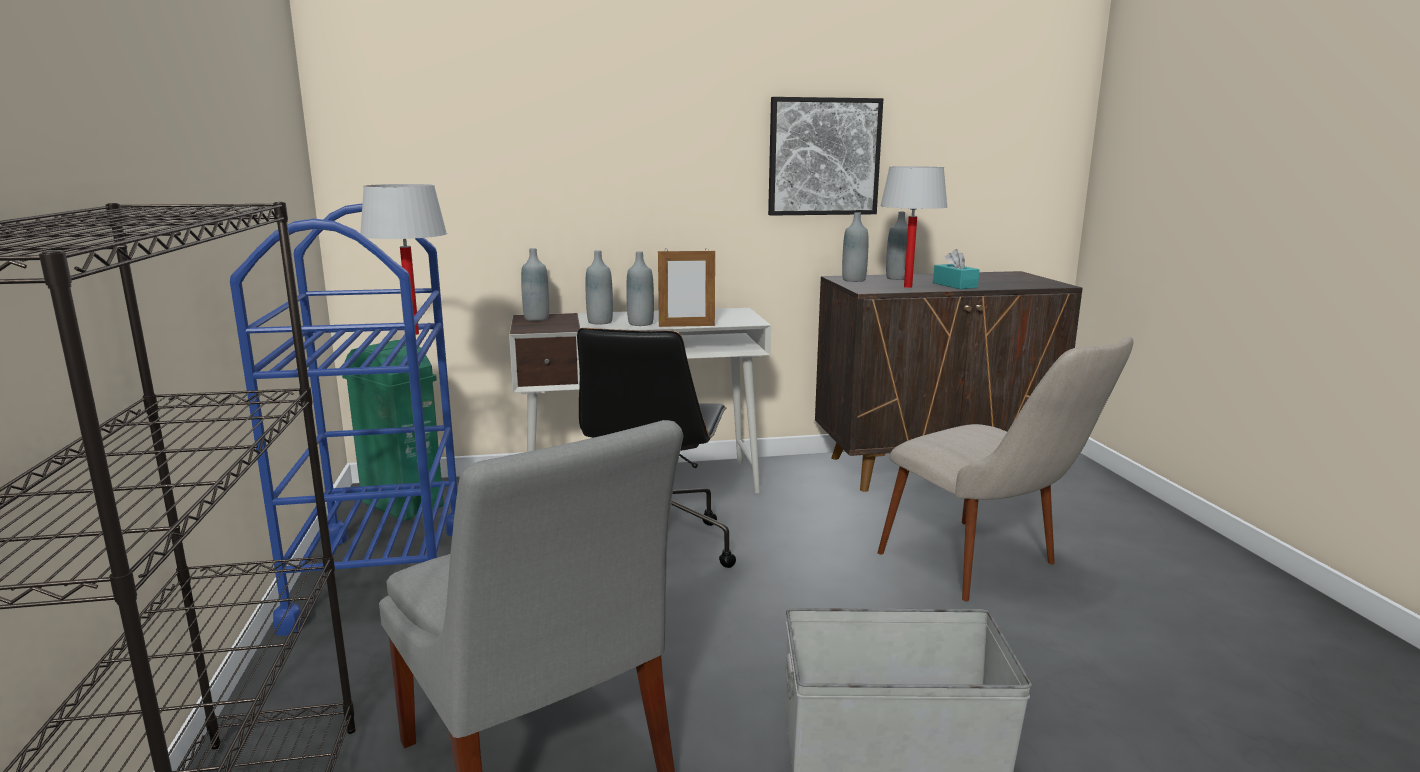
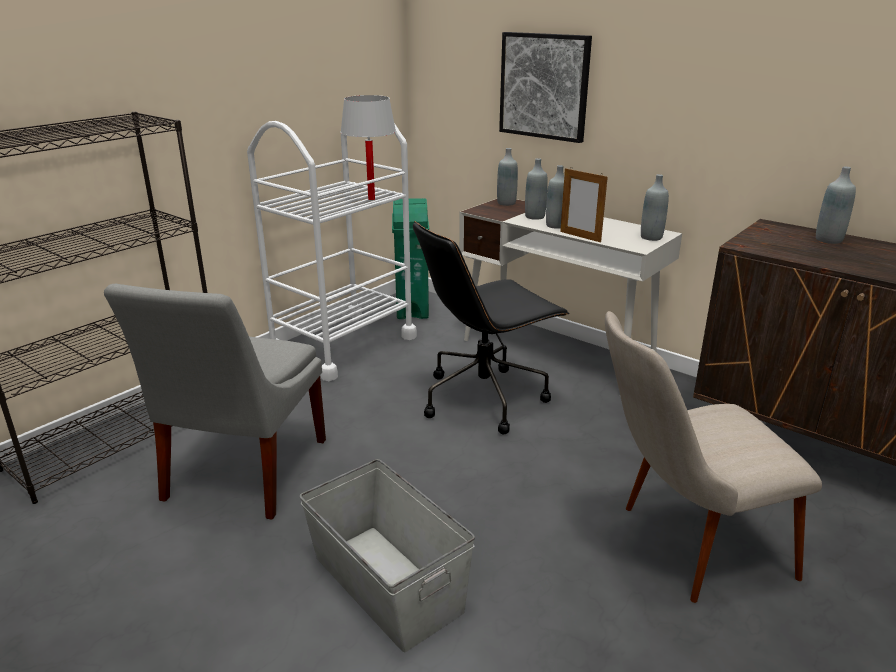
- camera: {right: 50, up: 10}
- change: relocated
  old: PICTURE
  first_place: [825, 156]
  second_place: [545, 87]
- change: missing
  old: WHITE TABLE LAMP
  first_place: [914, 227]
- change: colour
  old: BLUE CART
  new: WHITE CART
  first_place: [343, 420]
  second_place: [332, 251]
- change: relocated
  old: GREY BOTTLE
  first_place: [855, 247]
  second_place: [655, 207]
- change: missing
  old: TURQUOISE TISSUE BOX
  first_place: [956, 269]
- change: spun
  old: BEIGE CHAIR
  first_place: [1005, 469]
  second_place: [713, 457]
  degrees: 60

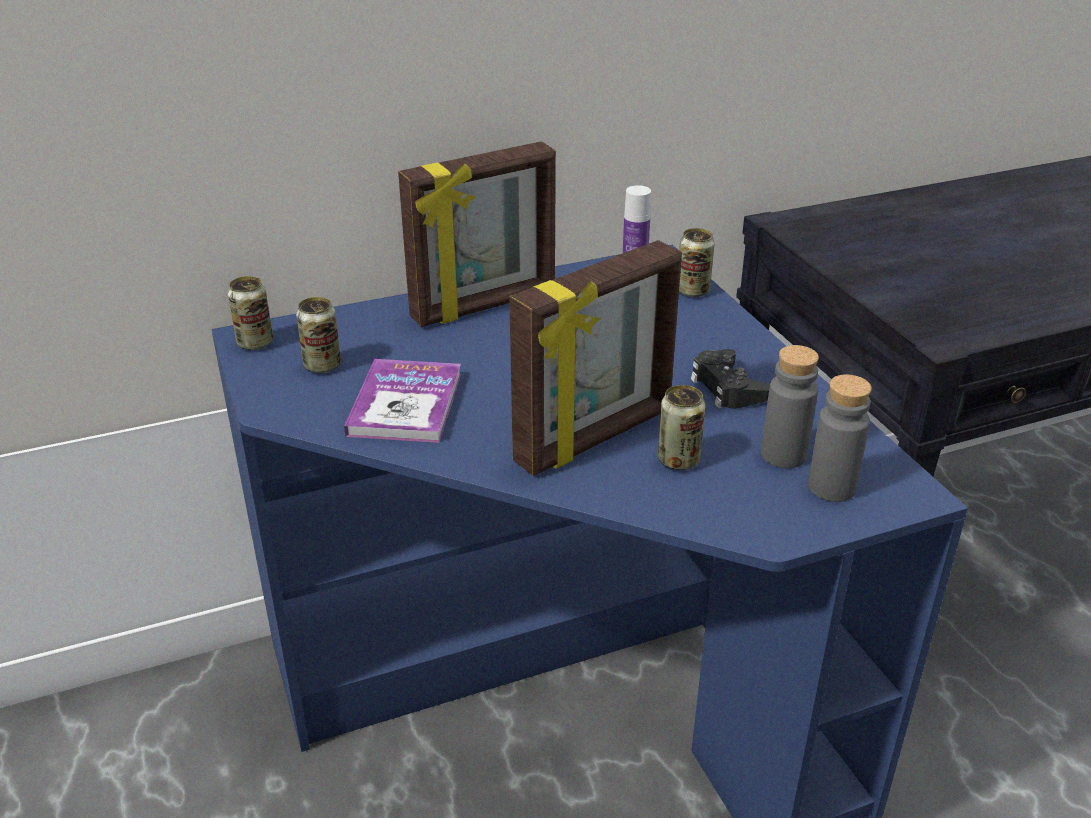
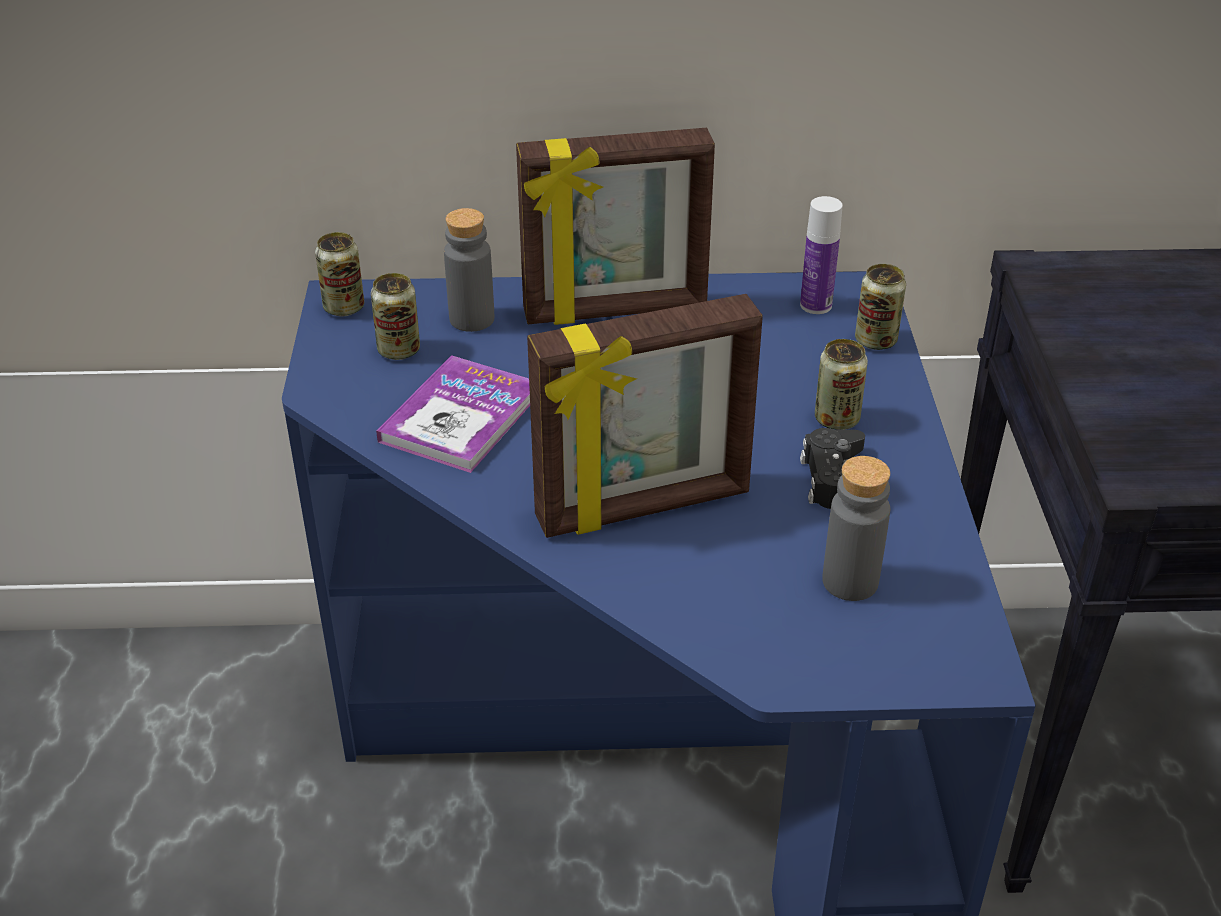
- camera: {right: 20, up: 5}
- change: relocated
  old: GREY BOTTLE
  first_place: [840, 438]
  second_place: [469, 270]
- change: relocated
  old: CAN
  first_place: [681, 427]
  second_place: [841, 384]

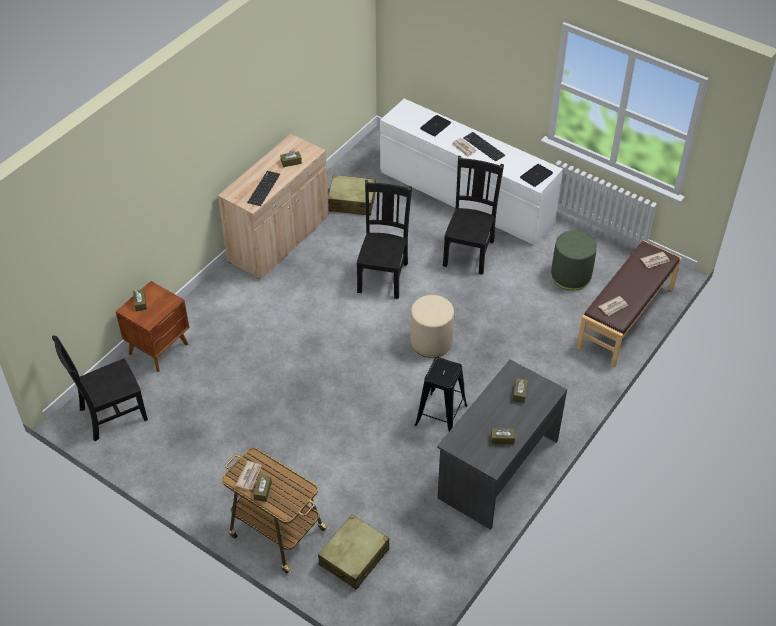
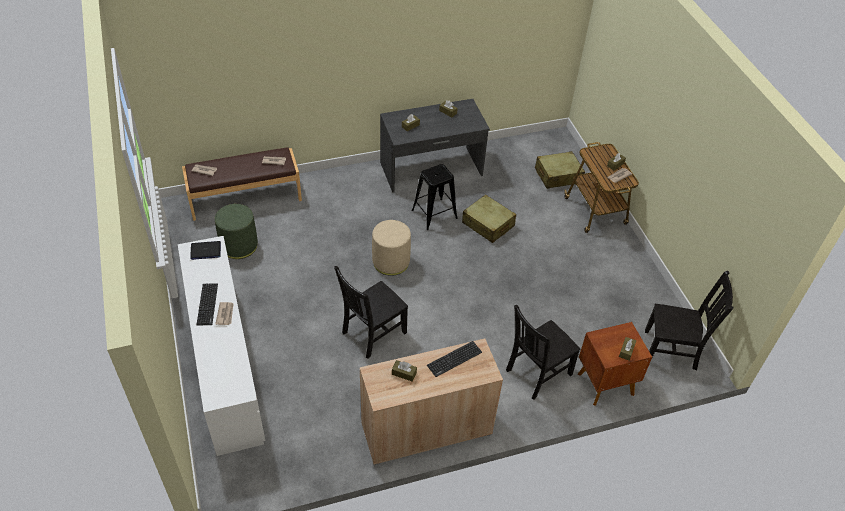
- camera: {right: -145, up: 0}
- change: missing
  old: LAPTOP
  first_place: [435, 125]
- change: relocated
  old: BLACK CHAIR
  first_place: [473, 215]
  second_place: [543, 352]
- change: relocated
  old: BEIGE SUITCASE
  first_place: [352, 195]
  second_place: [489, 218]

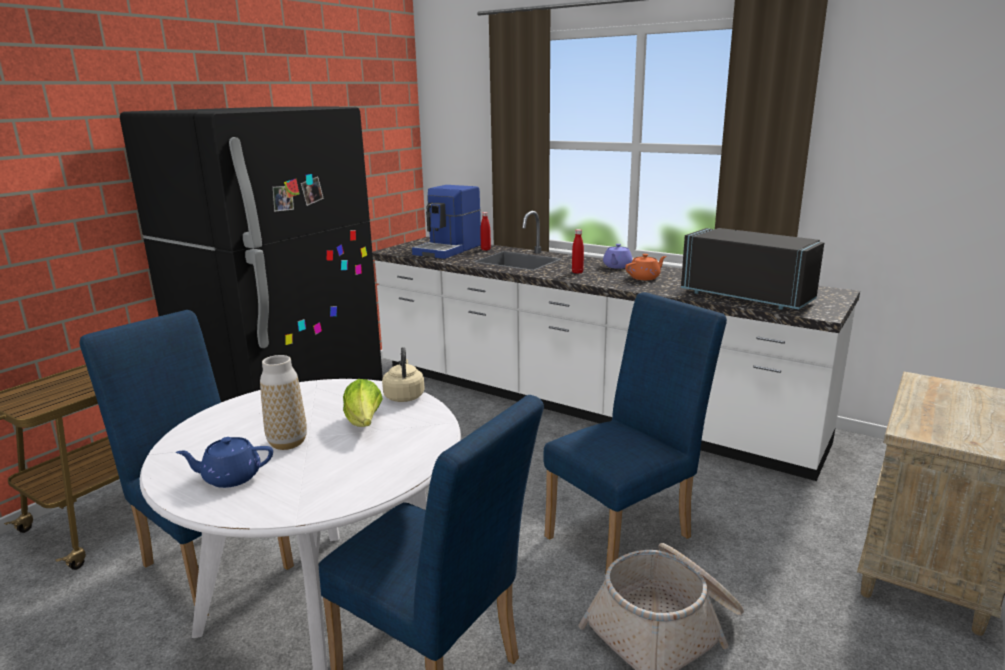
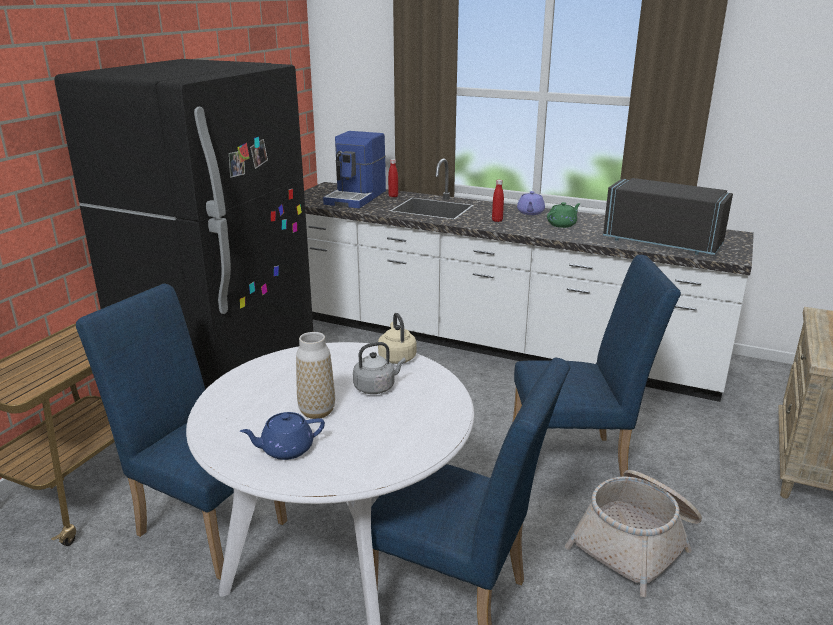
- camera: {right: -10, up: 5}
- change: colour
  old: ORANGE TEAPOT
  new: GREEN TEAPOT
  first_place: [645, 267]
  second_place: [564, 215]
- change: spun
  old: BLUE CHAIR
  first_place: [635, 433]
  second_place: [596, 366]
  degrees: 45
- change: exchanged
  old: LETTUCE
  new: GREY KETTLE
  first_place: [363, 403]
  second_place: [379, 368]

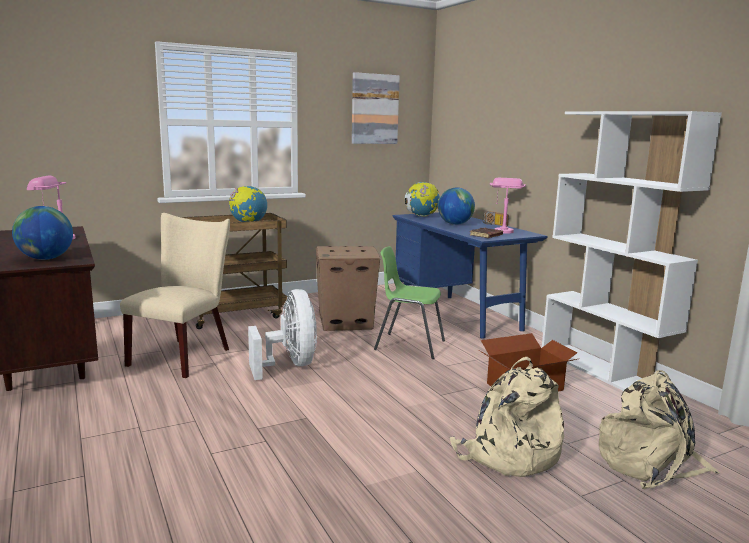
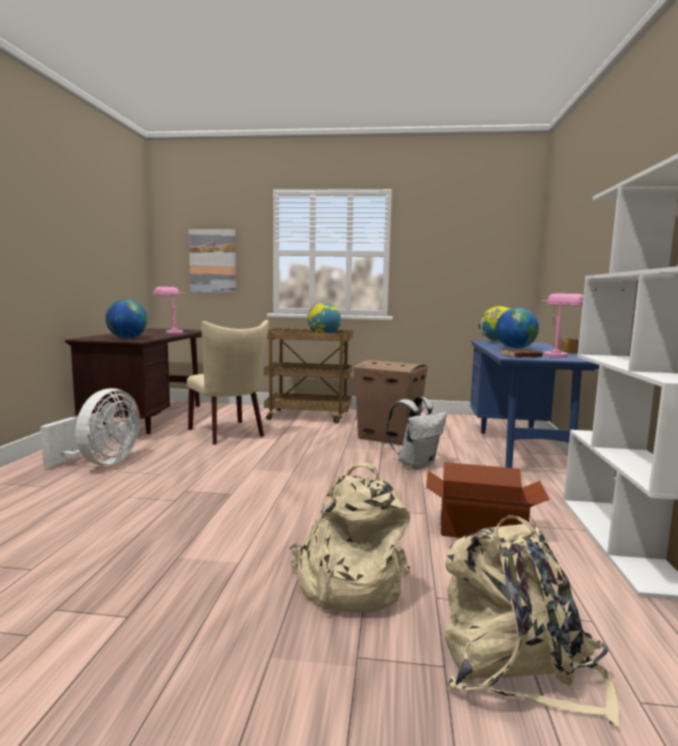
- camera: {right: 35, up: -5}
- change: relocated
  old: PICTURE
  first_place: [376, 108]
  second_place: [212, 261]
- change: spun
  old: BEIGE CHAIR
  first_place: [175, 295]
  second_place: [228, 382]
  degrees: 90
- change: exchanged
  old: GREEN CHAIR
  new: WHITE BACKPACK
  first_place: [409, 302]
  second_place: [416, 433]
- change: relocated
  old: WHITE FAN
  first_place: [282, 334]
  second_place: [90, 427]

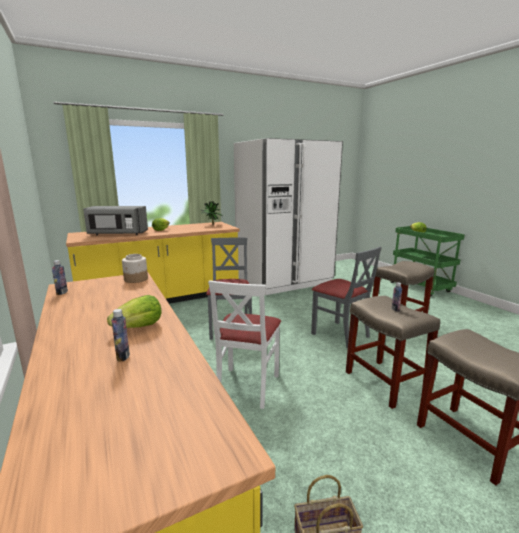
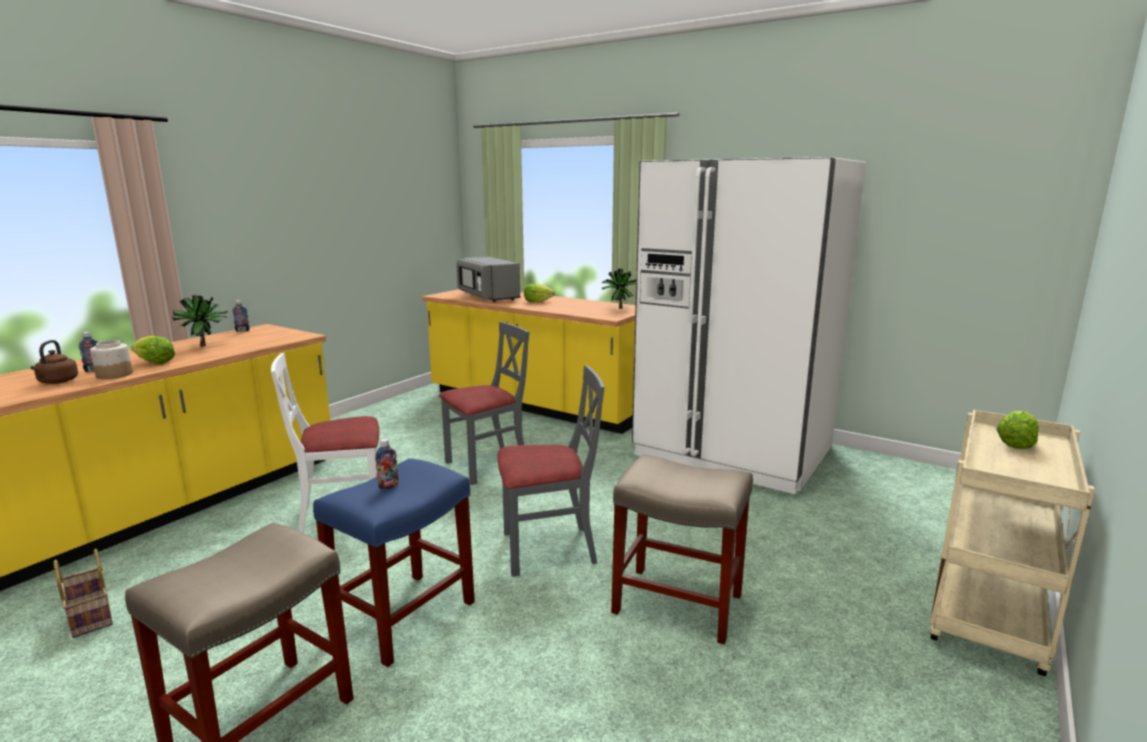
- camera: {right: 60, up: 0}
- change: colour
  old: GREEN CART
  new: BEIGE CART
  first_place: [428, 261]
  second_place: [1012, 543]
- change: spun
  old: GREY CHAIR
  first_place: [346, 298]
  second_place: [551, 471]
  degrees: -120
- change: relocated
  old: JAR
  first_place: [135, 268]
  second_place: [111, 359]
- change: colour
  old: BEIGE STOOL
  new: BLUE STOOL
  first_place: [393, 352]
  second_place: [394, 562]
- change: appeared
  new: POTTED PLANT
  second_place: [199, 321]
- change: appeared
  new: BROWN KETTLE
  second_place: [54, 362]

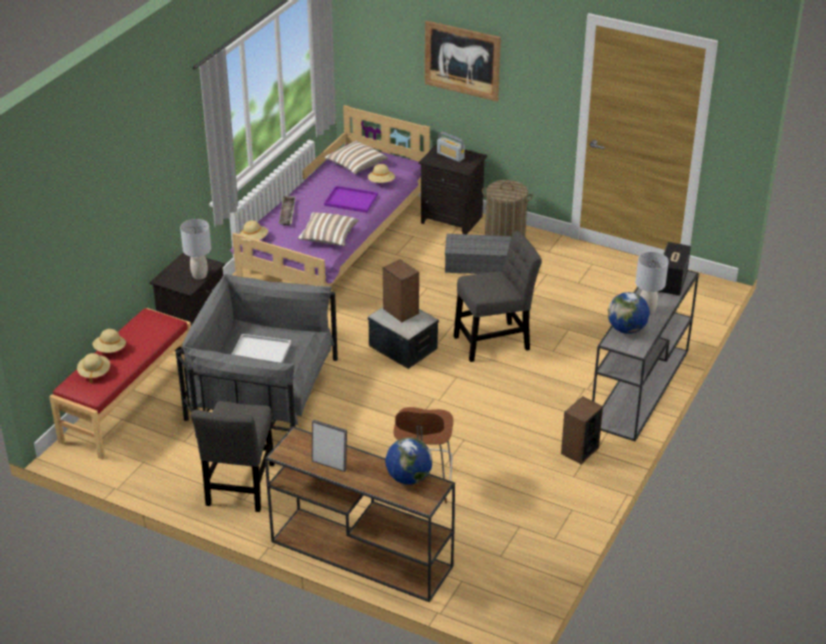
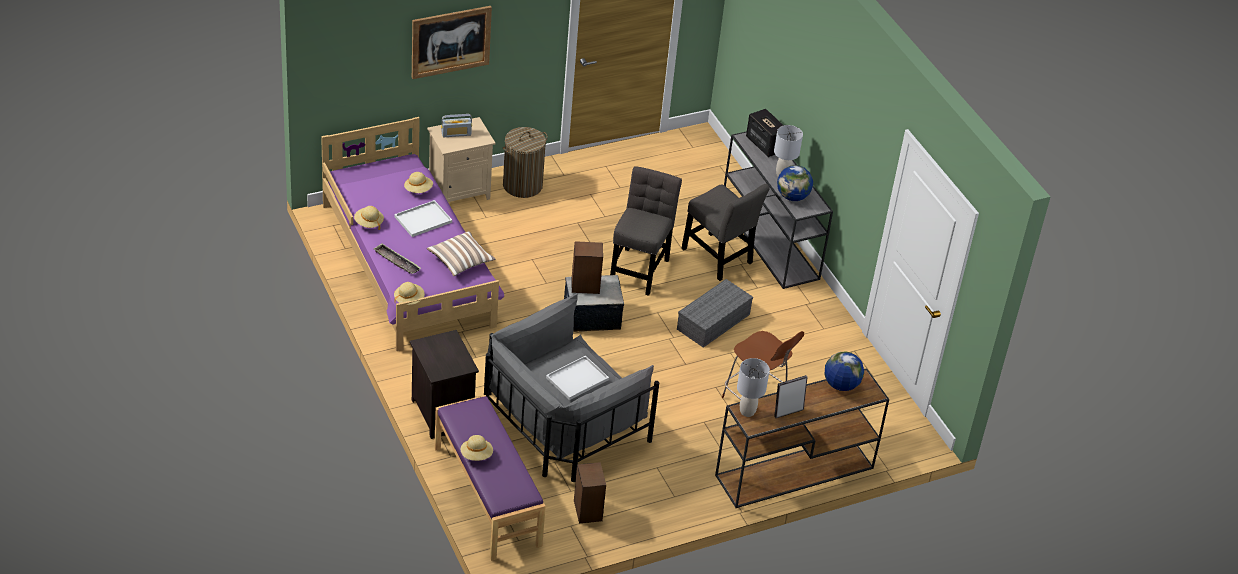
- camera: {right: -55, up: 5}
- change: missing
  old: PILLOW
  first_place: [356, 157]
- change: colour
  old: BLACK NIGHTSTAND
  new: BEIGE NIGHTSTAND
  first_place: [452, 189]
  second_place: [461, 159]
- change: colour
  old: PURPLE TRAY
  new: WHITE TRAY
  first_place: [351, 199]
  second_place: [423, 218]
- change: relocated
  old: GREY TABLE LAMP
  first_place: [195, 249]
  second_place: [753, 387]
- change: relocated
  old: GREY STORAGE BOX
  first_place: [478, 254]
  second_place: [715, 313]
- change: colour
  old: RED BENCH
  new: PURPLE BENCH
  first_place: [120, 384]
  second_place: [490, 478]
- change: relocated
  old: BEIGE HAT
  first_place: [93, 368]
  second_place: [369, 218]
- change: relocated
  old: SPEAKER
  first_place: [582, 430]
  second_place: [590, 492]
- change: relocated
  old: GREY CHAIR
  first_place: [233, 456]
  second_place: [725, 232]

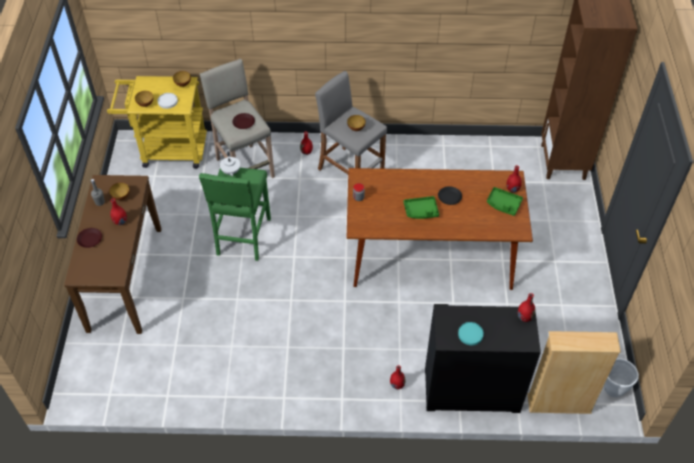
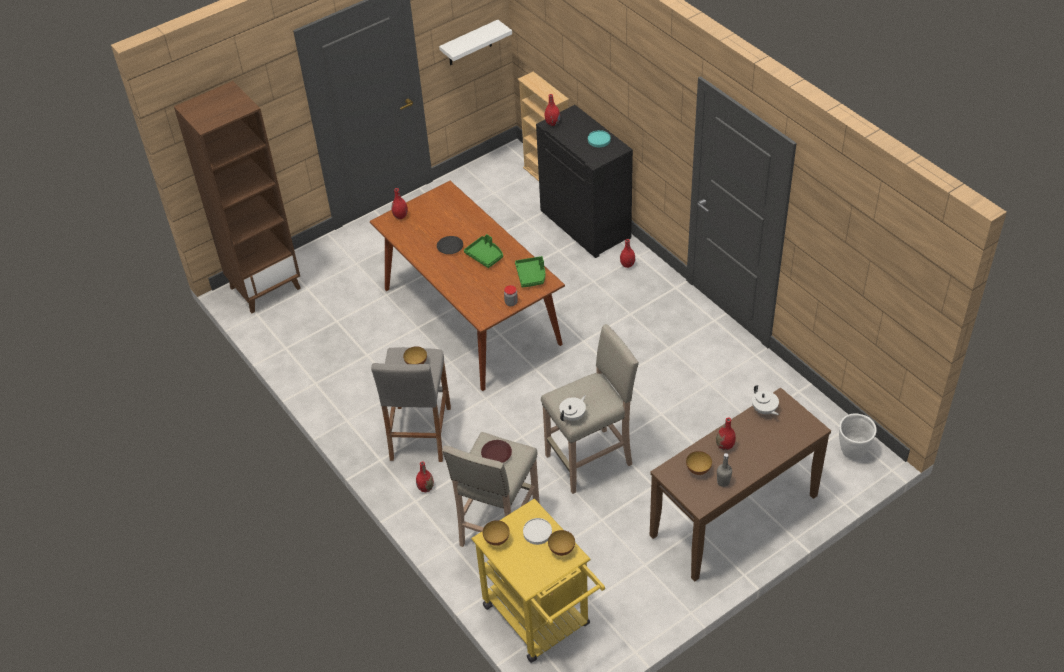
- camera: {right: -125, up: -5}
- change: colour
  old: GREEN STOOL
  new: BEIGE STOOL
  first_place: [235, 214]
  second_place: [590, 409]
- change: relocated
  old: GREEN TRAY
  first_place: [505, 201]
  second_place: [530, 272]
- change: missing
  old: BROWN PLATE
  first_place: [89, 238]
- change: relocated
  old: WHITE PLANTER
  first_place: [621, 378]
  second_place: [858, 436]
- change: appeared
  new: WHITE SHELF
  second_place: [475, 42]
- change: appeared
  new: WHITE TEAPOT
  second_place: [765, 400]

